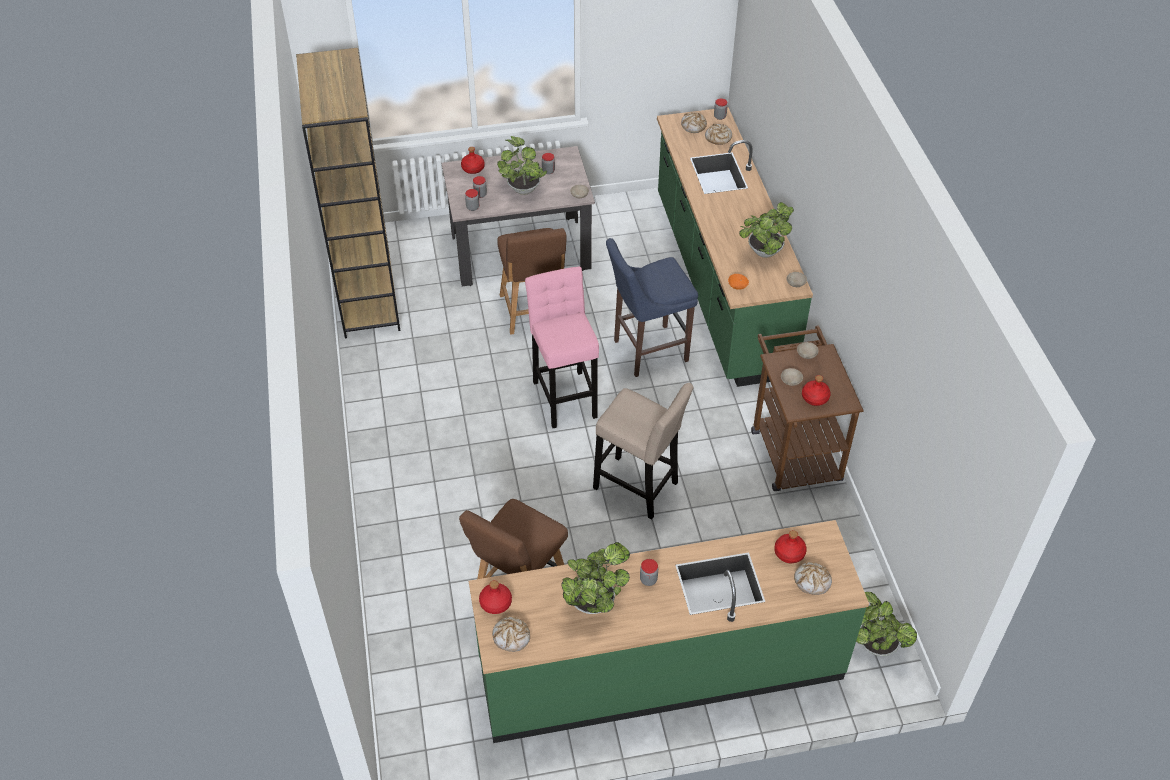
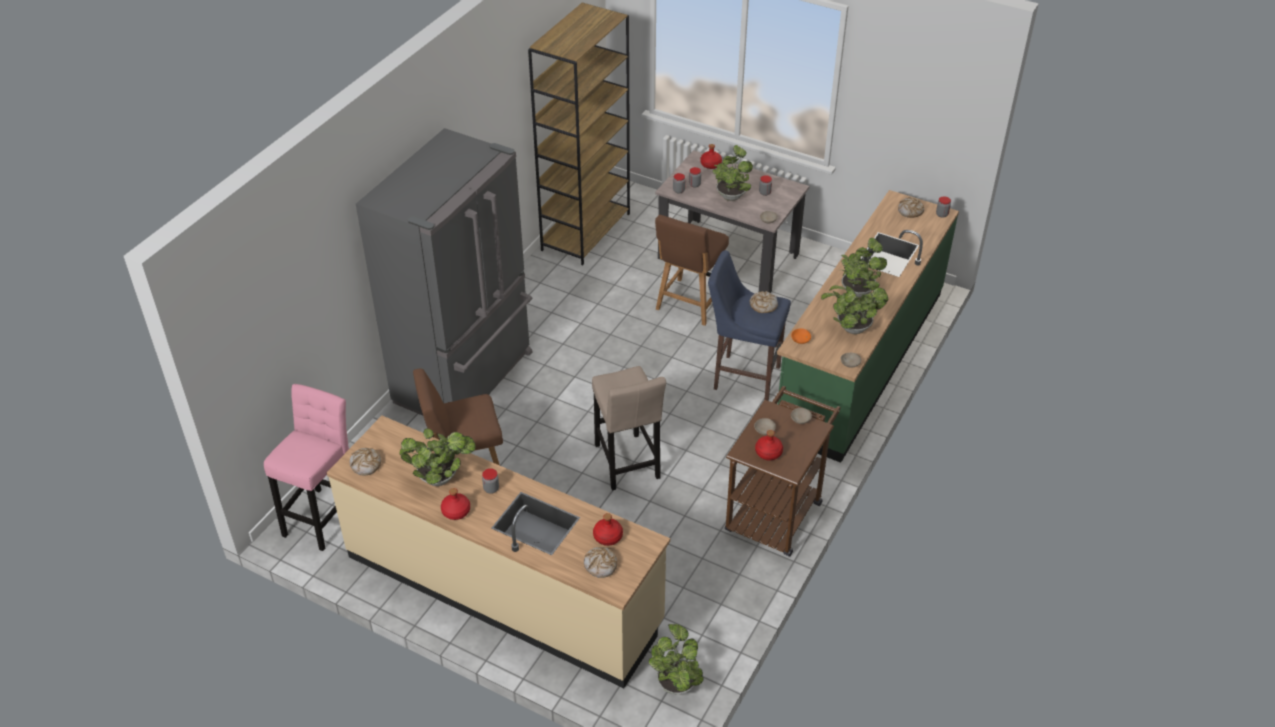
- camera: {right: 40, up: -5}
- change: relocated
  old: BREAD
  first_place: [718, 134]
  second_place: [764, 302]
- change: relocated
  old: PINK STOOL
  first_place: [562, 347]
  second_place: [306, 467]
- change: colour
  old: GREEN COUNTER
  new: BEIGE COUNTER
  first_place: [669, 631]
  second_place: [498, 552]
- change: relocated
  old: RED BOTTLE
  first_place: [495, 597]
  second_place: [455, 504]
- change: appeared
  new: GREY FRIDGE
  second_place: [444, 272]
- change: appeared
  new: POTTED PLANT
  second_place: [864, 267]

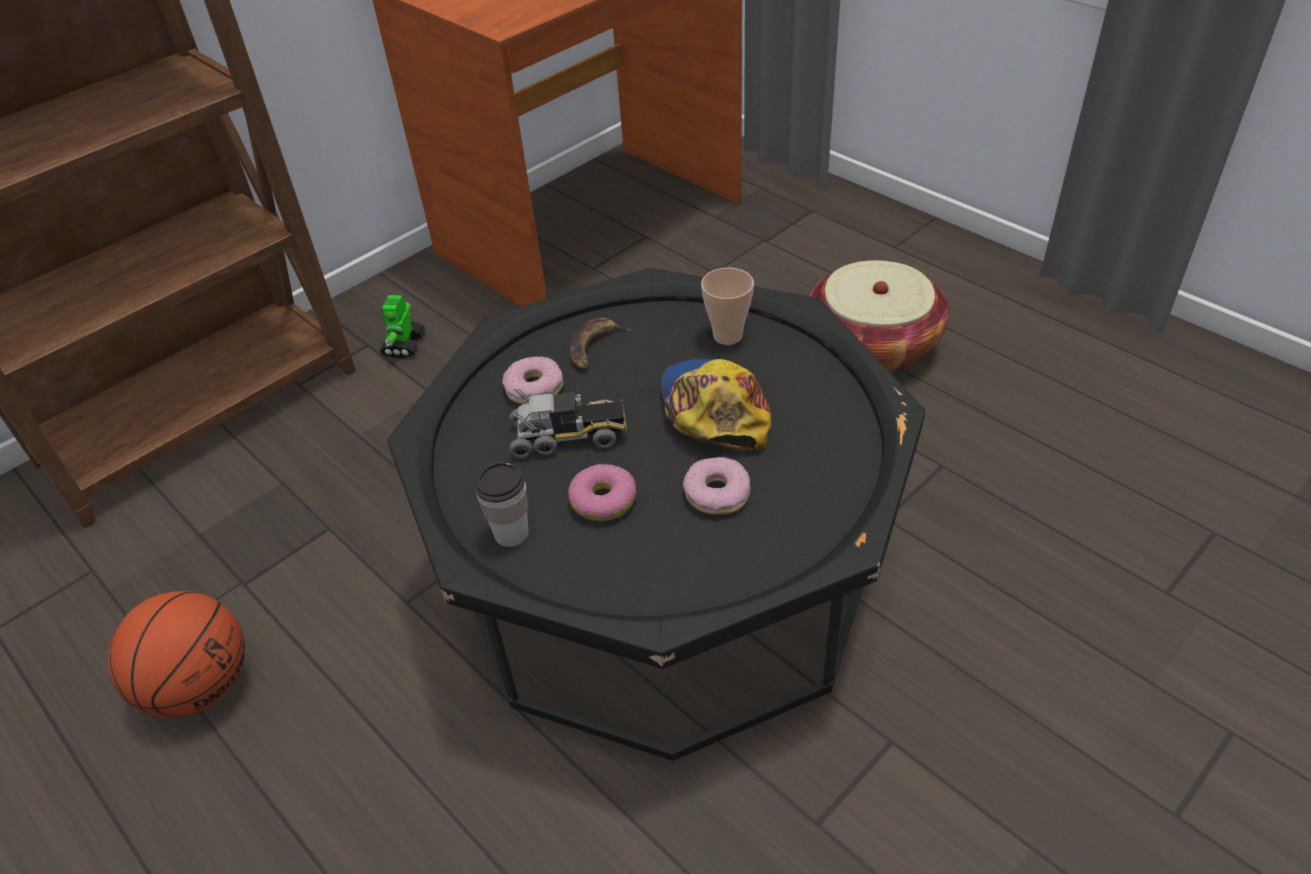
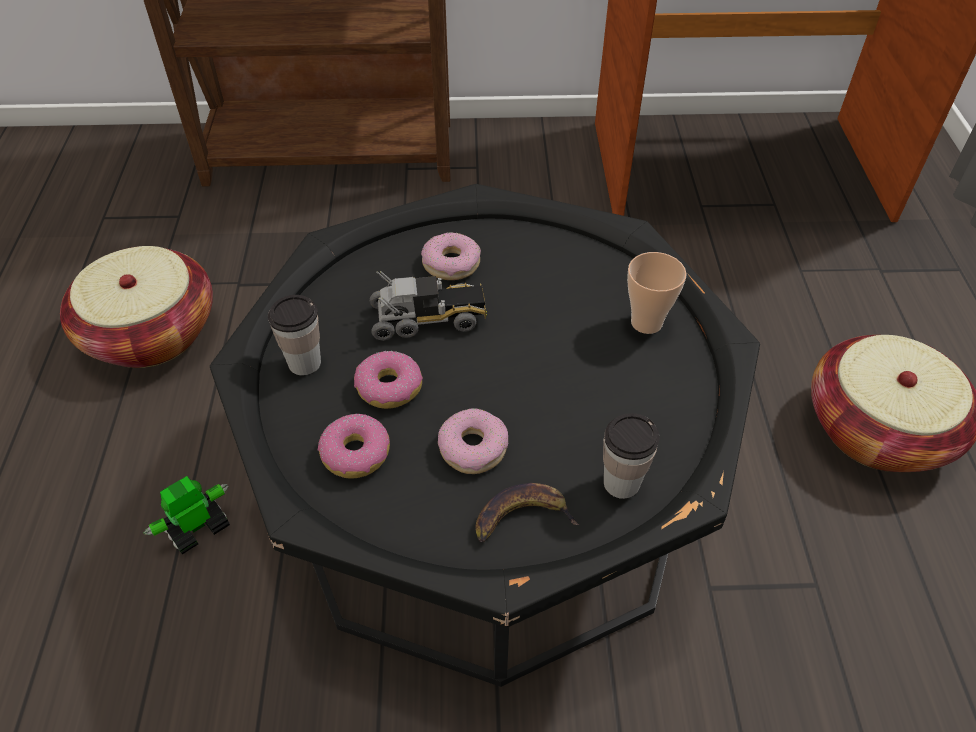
- camera: {right: 40, up: 5}
- change: relocated
  old: TOY ROBOT
  first_place: [402, 326]
  second_place: [187, 515]
- change: relocated
  old: BANANA
  first_place: [600, 343]
  second_place: [527, 512]
- change: missing
  old: CAP
  first_place: [716, 405]
- change: spun
  old: TOY TRUCK
  first_place: [568, 423]
  second_place: [428, 306]
  degrees: -45
- change: exchanged
  old: BASKETBALL
  new: BASKET
  first_place: [176, 654]
  second_place: [136, 307]
- change: appeared
  new: CUP
  second_place: [631, 456]
- change: appeared
  new: DONUT
  second_place: [354, 446]

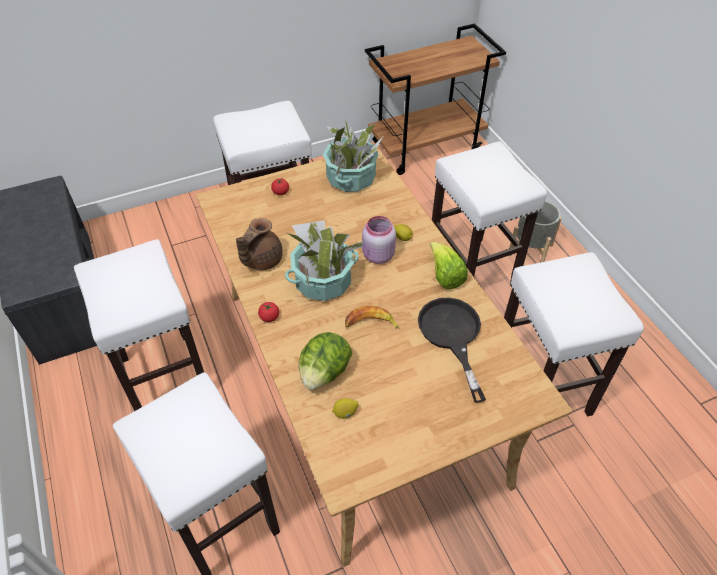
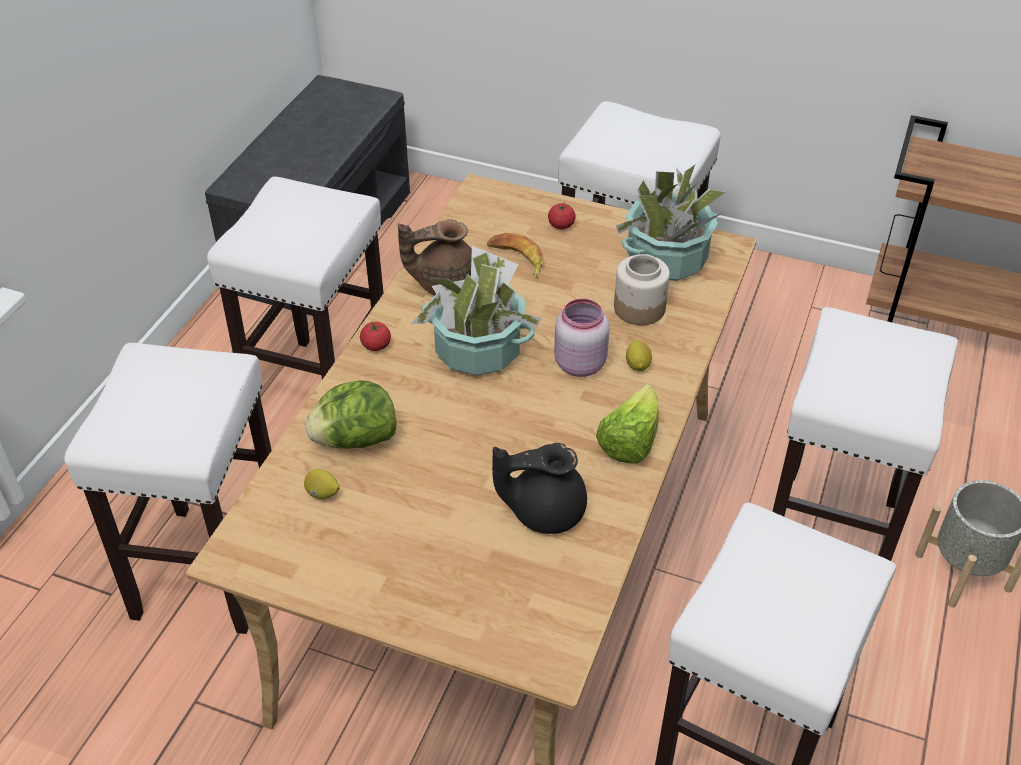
- camera: {right: 45, up: -5}
- change: exchanged
  old: BLACK FRYING PAN
  new: BLACK TEAPOT
  first_place: [452, 350]
  second_place: [539, 488]
- change: relocated
  old: BANANA
  first_place: [372, 317]
  second_place: [515, 255]
- change: appeared
  new: JAR
  second_place: [642, 289]

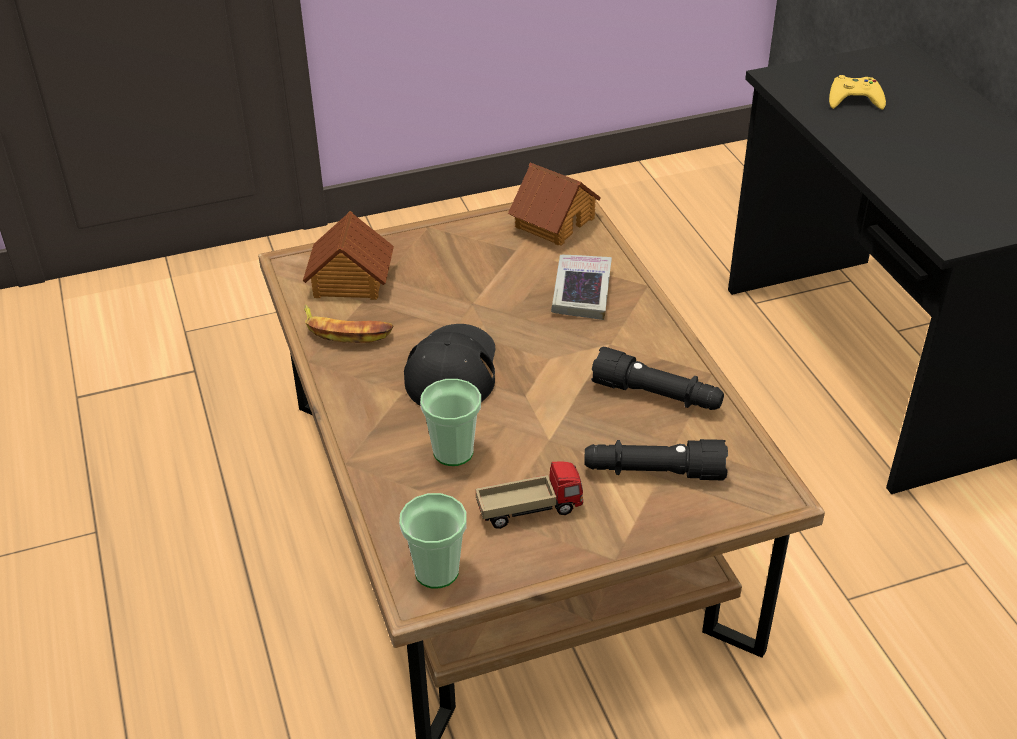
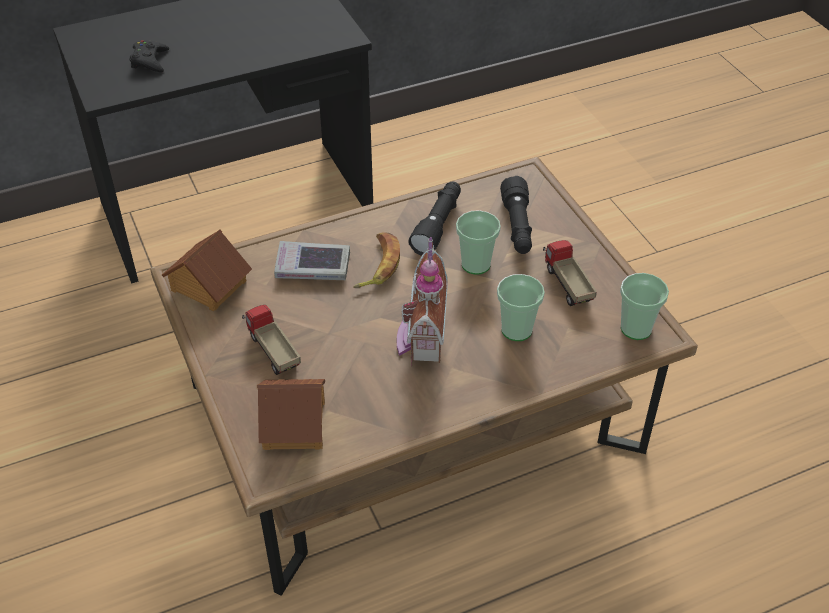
- camera: {right: -95, up: 5}
- change: colour
  old: YELLOW GAME CONTROLLER
  new: BLACK GAME CONTROLLER
  first_place: [857, 92]
  second_place: [149, 56]
- change: relocated
  old: BANANA
  first_place: [348, 323]
  second_place: [376, 260]
- change: exchanged
  old: BLACK CAP
  new: TOY HOUSE
  first_place: [449, 365]
  second_place: [422, 302]
- change: appeared
  new: CUP
  second_place: [478, 242]
- change: appeared
  new: TOY TRUCK
  second_place: [271, 340]

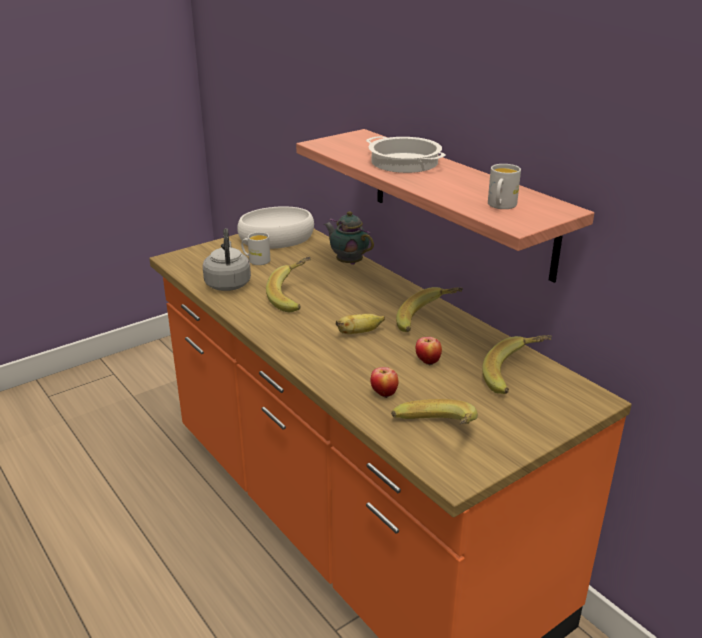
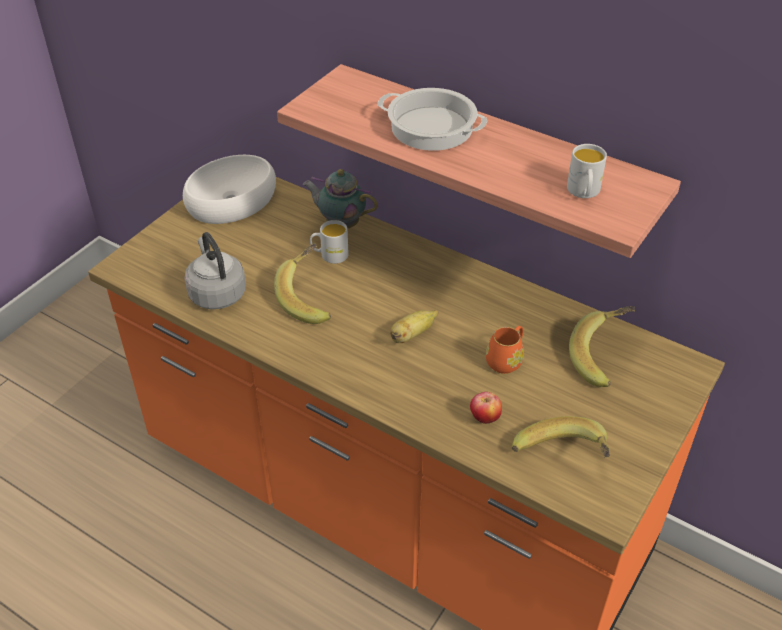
- camera: {right: -20, up: 15}
- change: relocated
  old: WHITE MUG
  first_place: [255, 248]
  second_place: [329, 242]
- change: missing
  old: BANANA
  first_place: [429, 309]
- change: exchanged
  old: APPLE
  new: ORANGE MUG
  first_place: [429, 351]
  second_place: [505, 350]

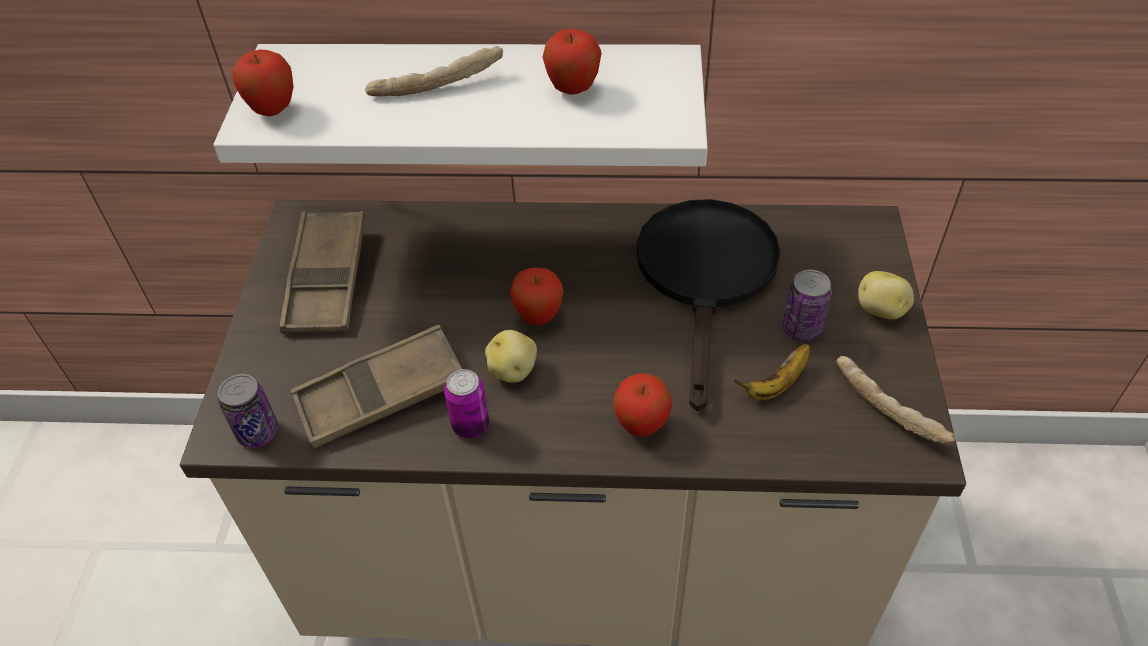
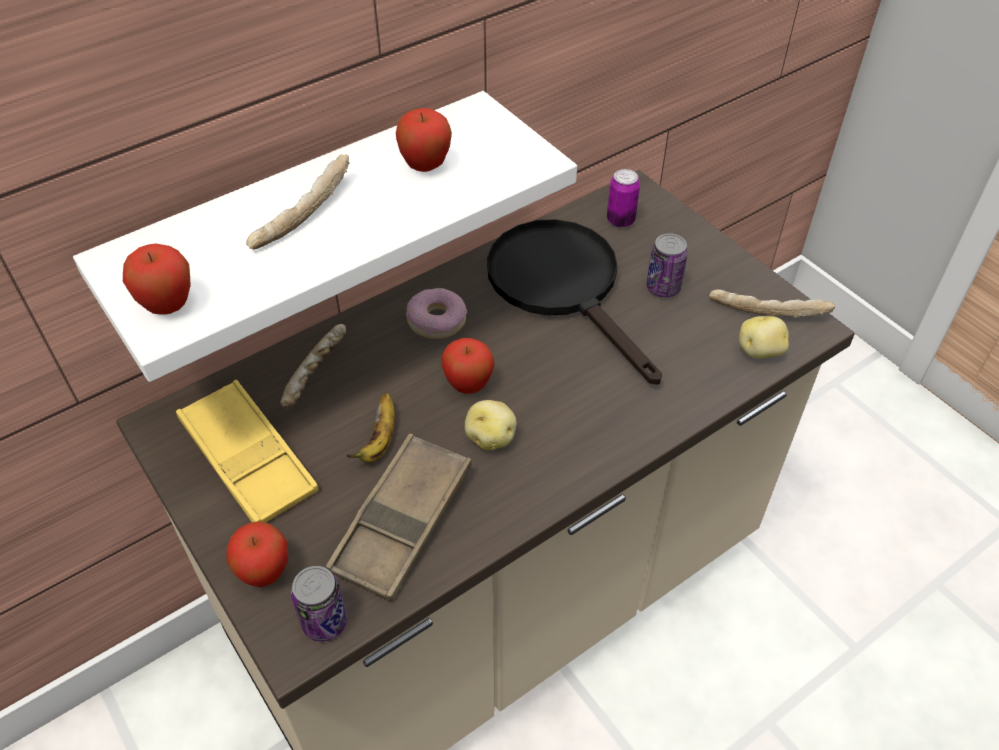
- camera: {right: -40, up: 0}
- change: colour
  old: BROWN TRAY
  new: YELLOW TRAY
  first_place: [322, 272]
  second_place: [247, 451]
- change: relocated
  old: POTATO
  first_place: [886, 295]
  second_place: [764, 337]
- change: relocated
  old: BANANA
  first_place: [772, 372]
  second_place: [371, 427]
- change: relocated
  old: CAN
  first_place: [466, 403]
  second_place: [623, 198]
- change: relocated
  old: APPLE
  first_place: [642, 405]
  second_place: [257, 554]
- change: appeared
  new: DONUT
  second_place: [436, 313]
- change: appeared
  new: BREAD
  second_place: [313, 367]

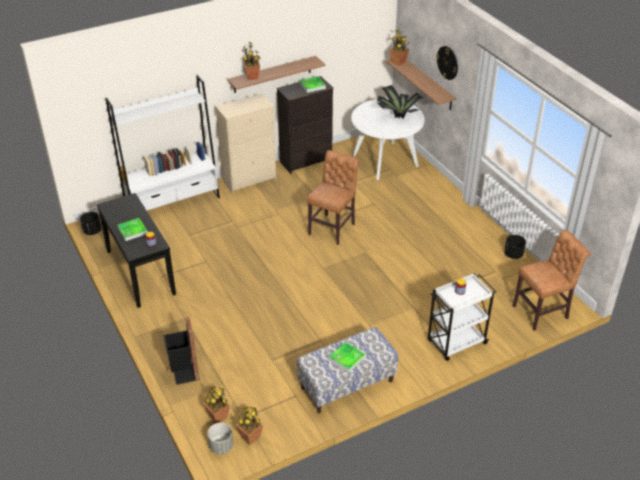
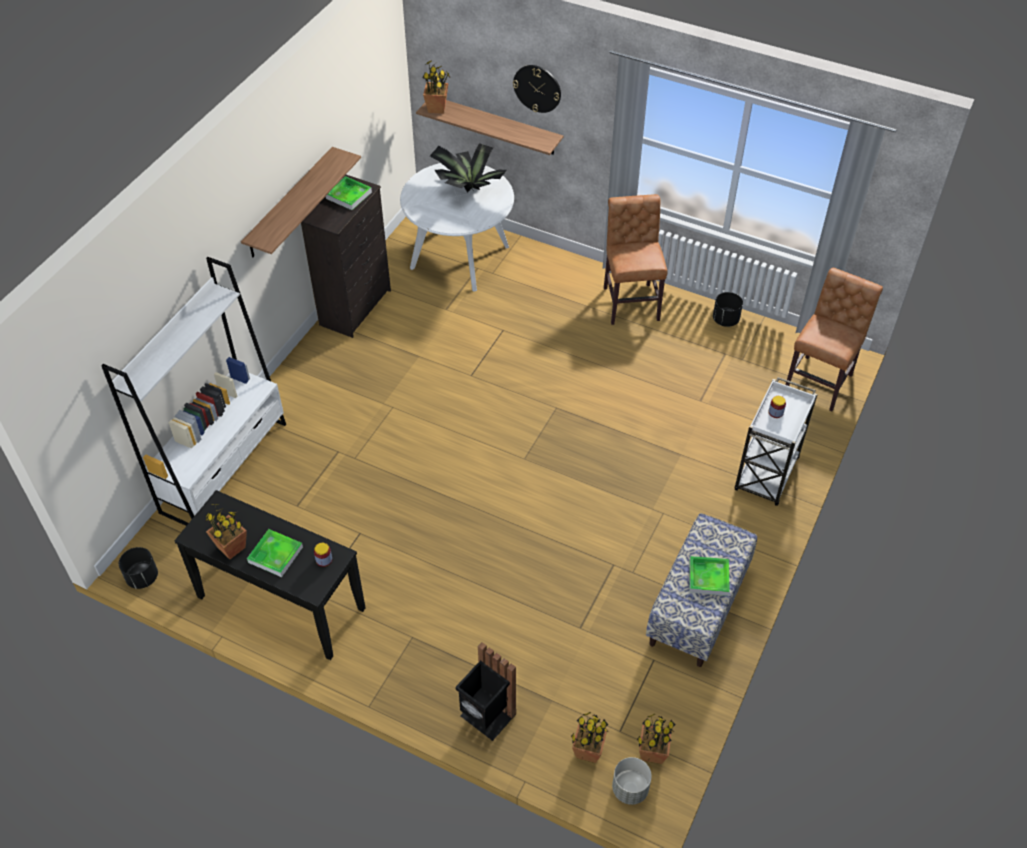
- camera: {right: -35, up: 10}
- change: relocated
  old: POTTED PLANT
  first_place: [252, 61]
  second_place: [226, 531]
- change: missing
  old: BEIGE DRESSER
  first_place: [245, 143]
- change: relocated
  old: BROWN CHAIR
  first_place: [333, 197]
  second_place: [636, 259]

